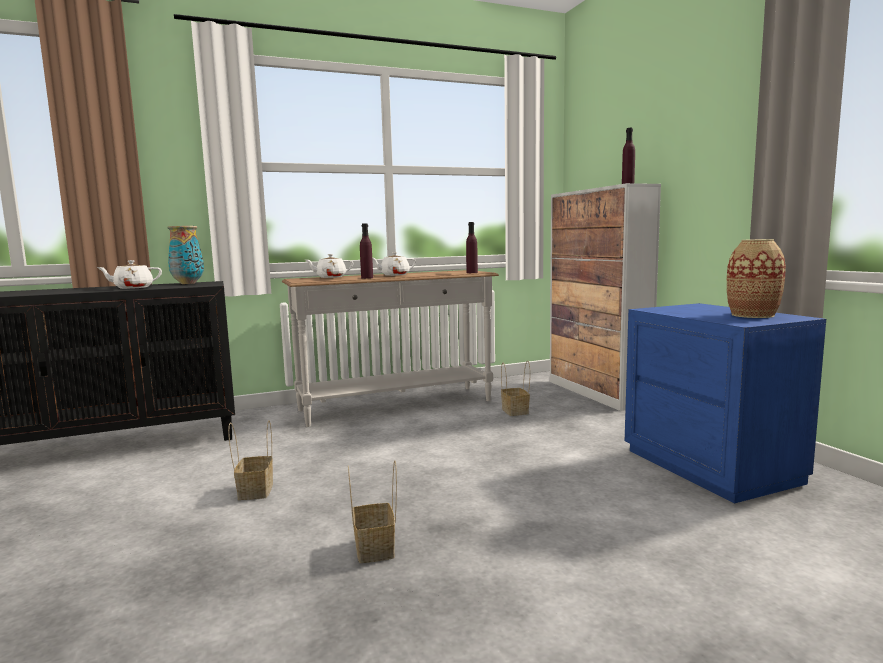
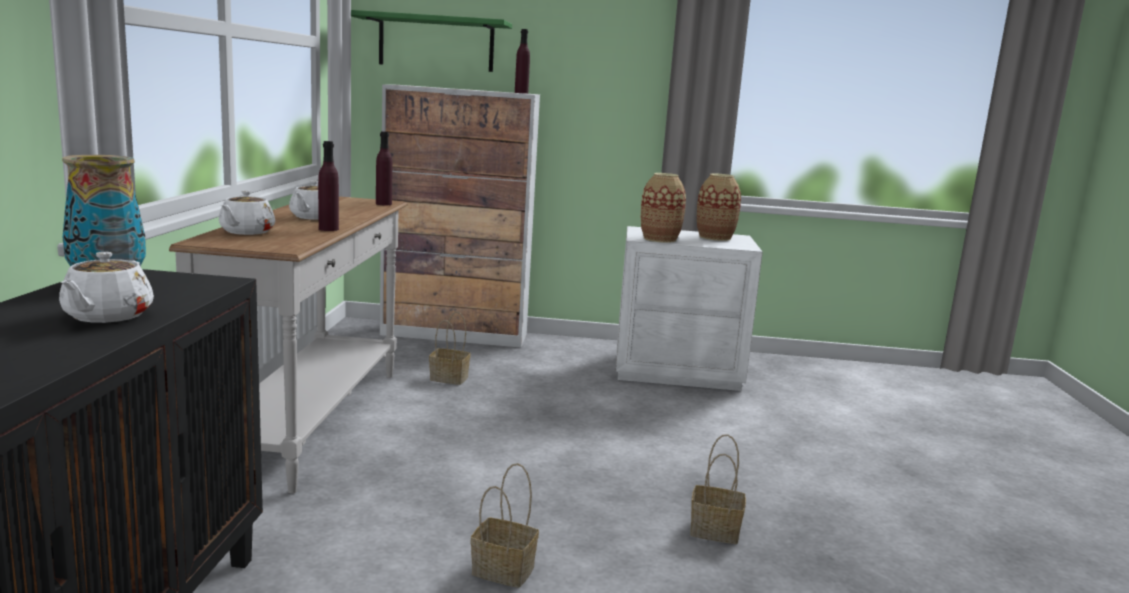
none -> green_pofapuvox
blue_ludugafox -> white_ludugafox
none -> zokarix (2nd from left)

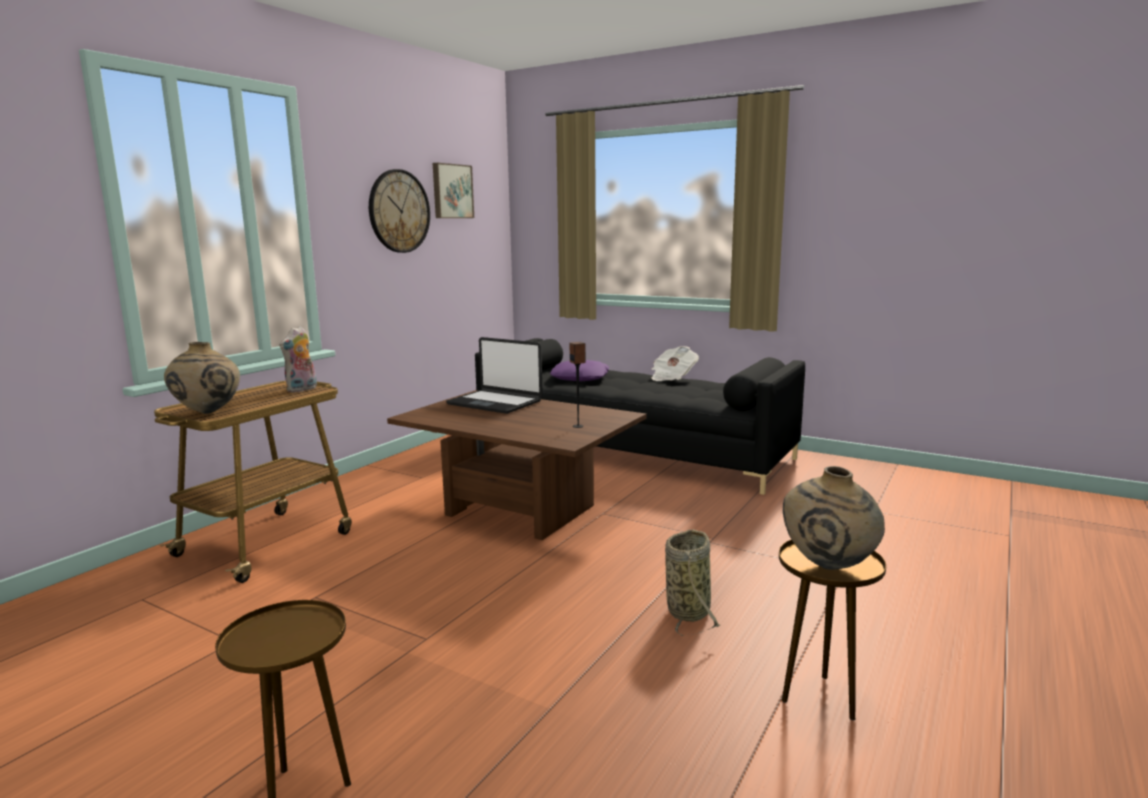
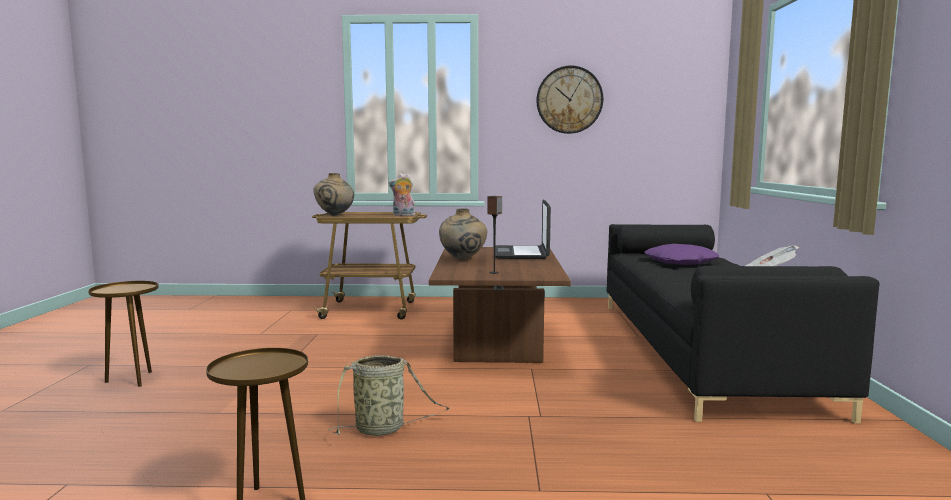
beige_zokarix (2nd from left), move
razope -> none

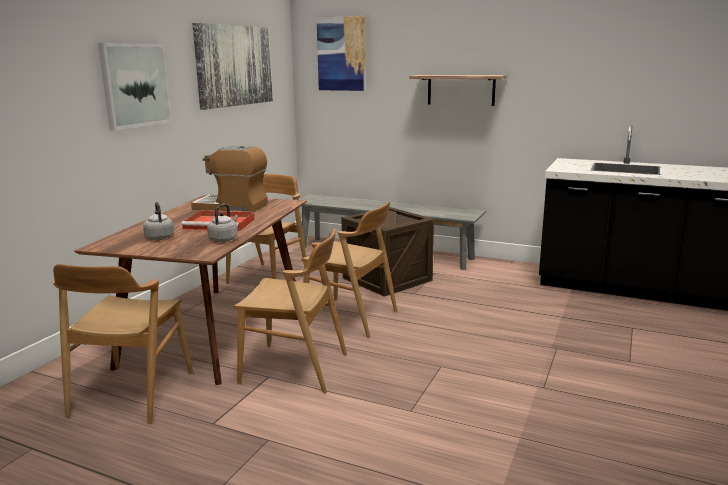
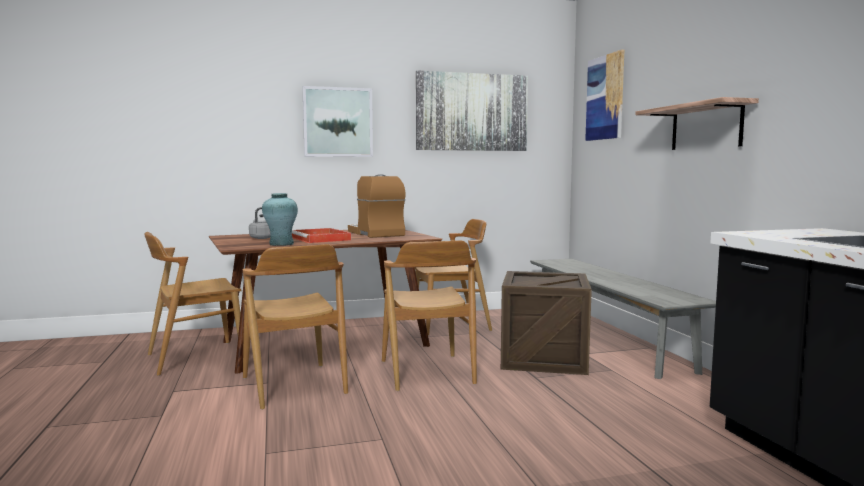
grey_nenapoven (2nd from left) -> turquoise_zokarix

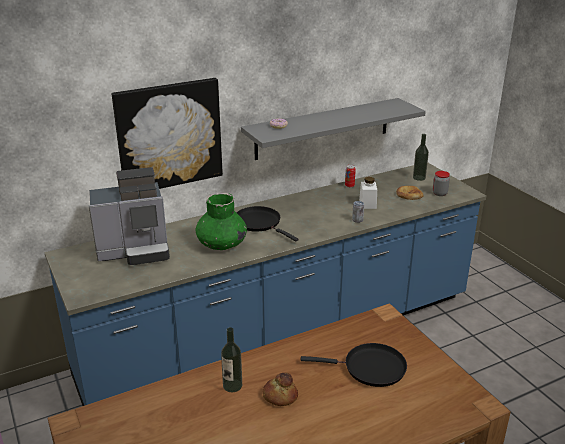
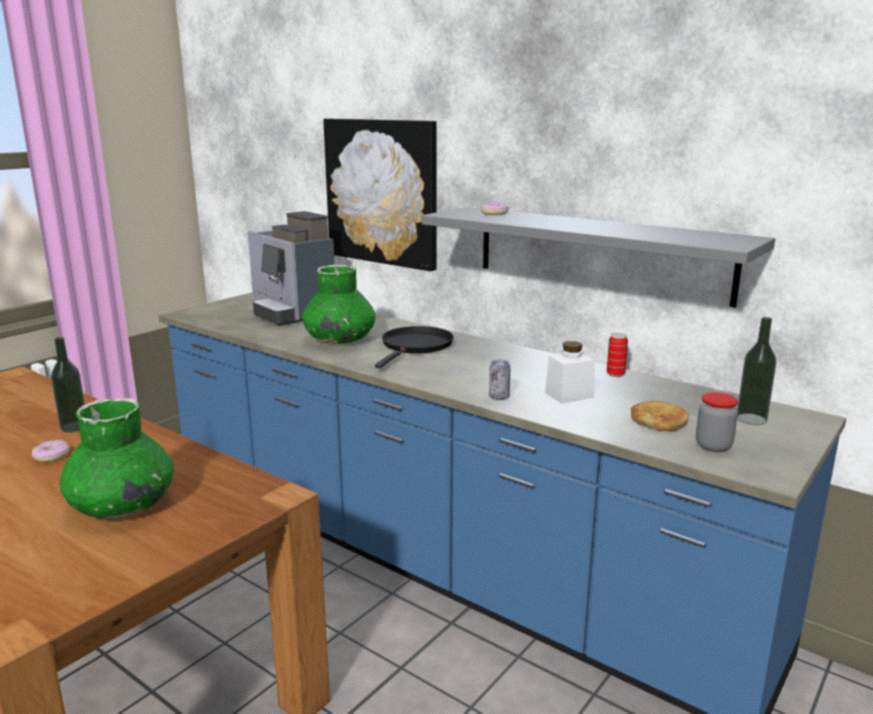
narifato (1st from left) -> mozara (1st from left)
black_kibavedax (2nd from left) -> green_zokarix (1st from left)

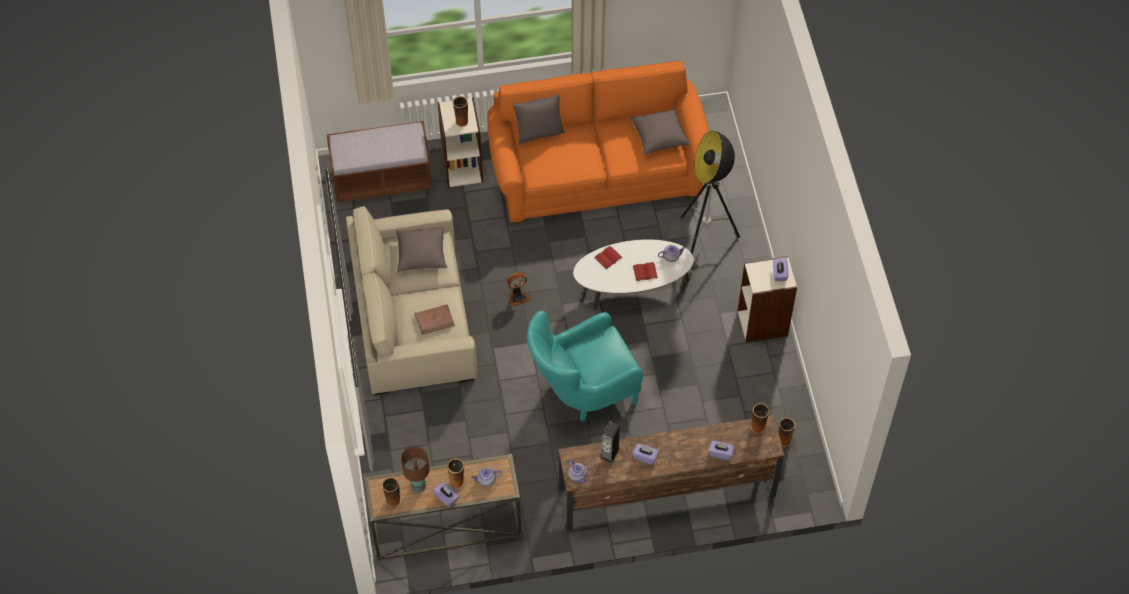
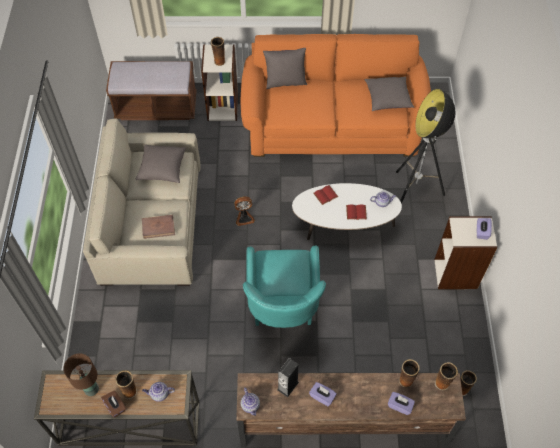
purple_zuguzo (1st from left) -> brown_zuguzo
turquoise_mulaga, 75 degrees counterclockwise
zokarix (1st from left in the first image) -> zokarix (3rd from left), move

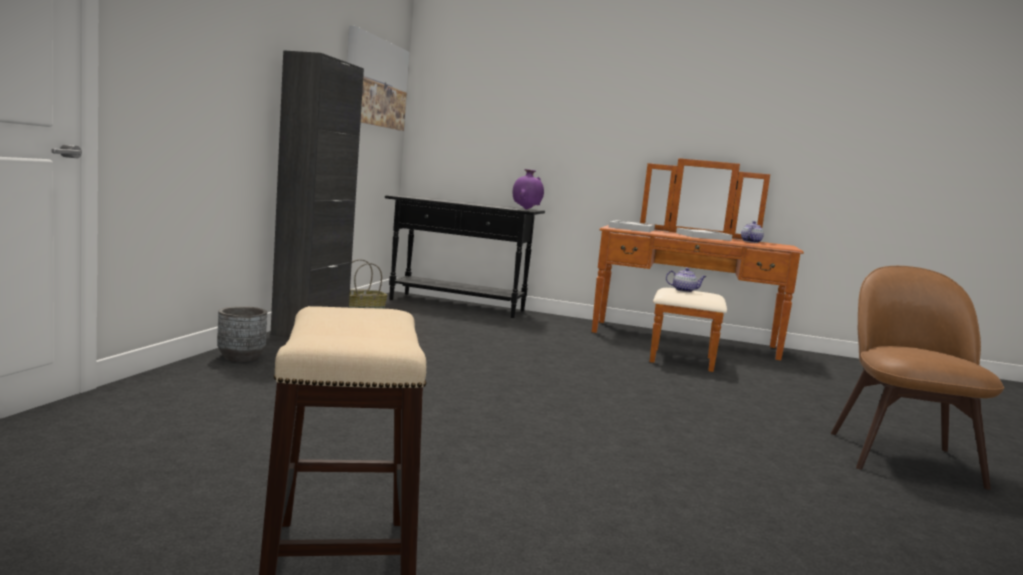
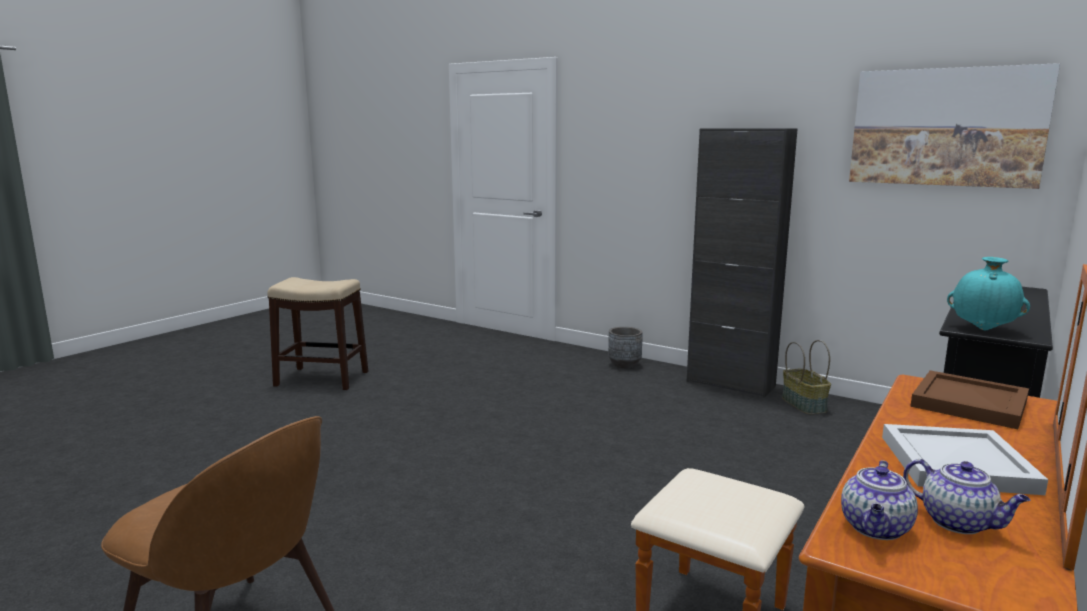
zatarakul (1st from left), move
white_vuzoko (1st from left) -> brown_vuzoko
purple_zokarix -> turquoise_zokarix

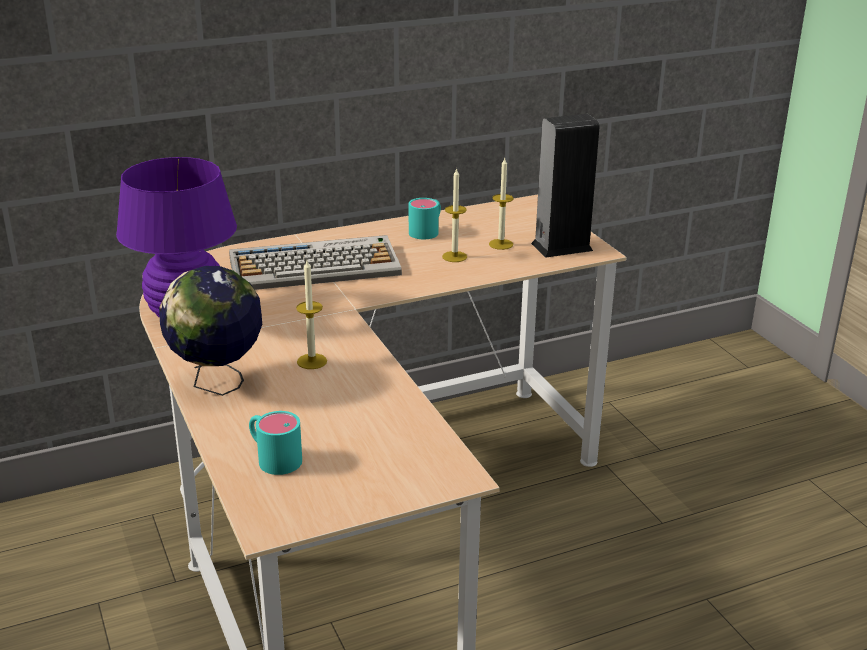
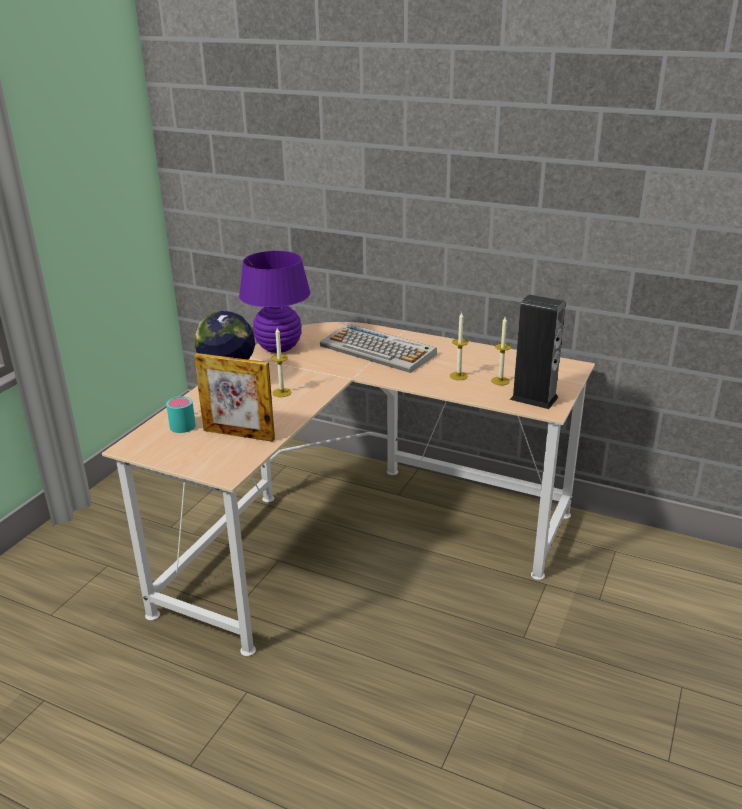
none -> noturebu
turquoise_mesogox (2nd from left) -> none

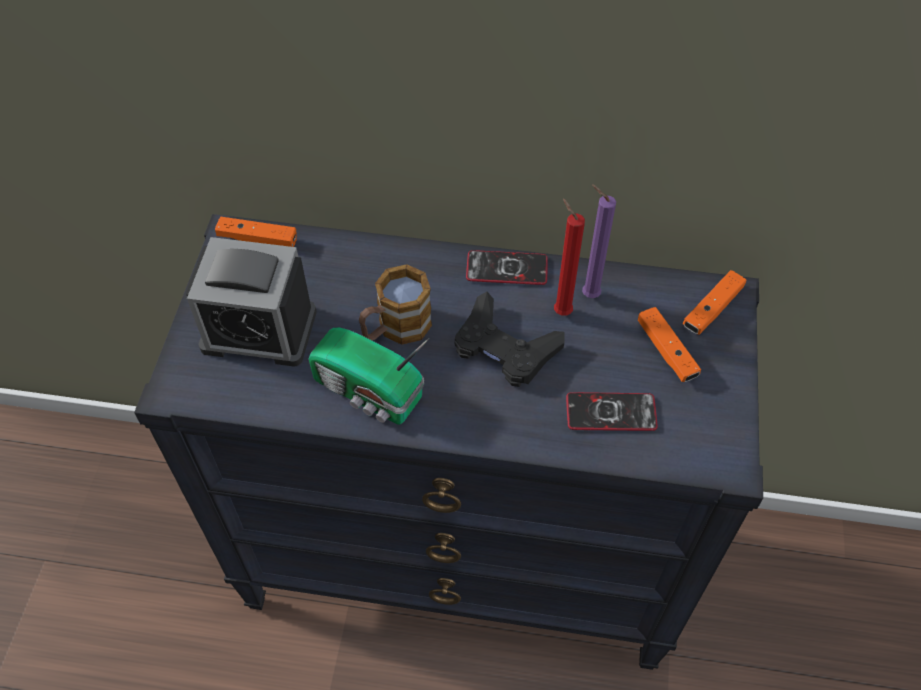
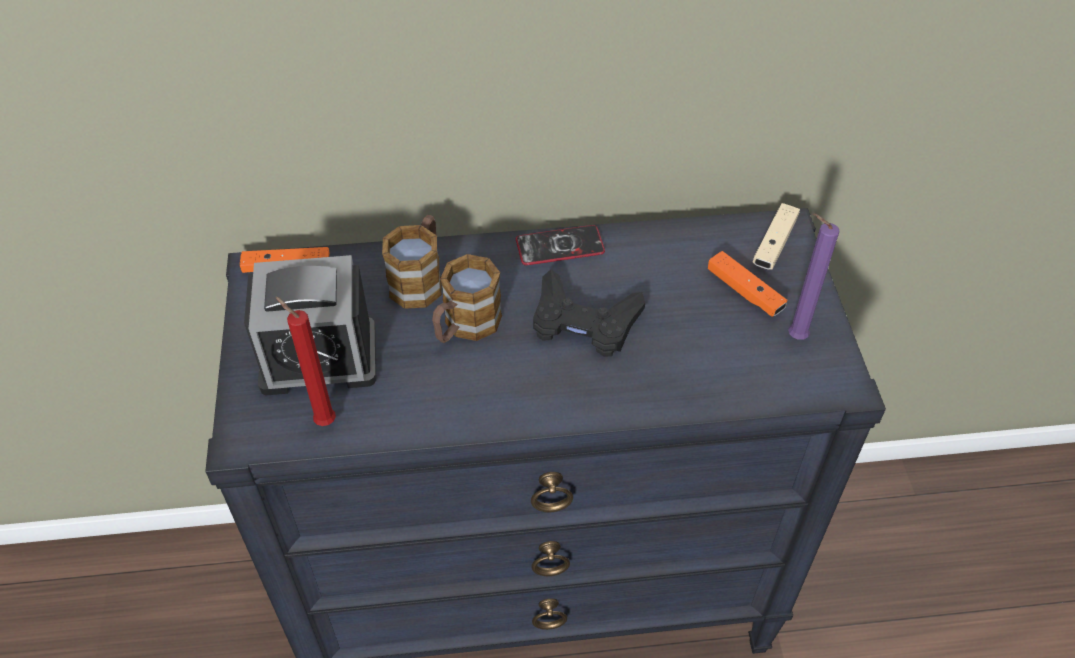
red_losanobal, move
none -> mesogox (1st from left)
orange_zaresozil (3rd from left) -> beige_zaresozil
purple_losanobal, move
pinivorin -> none
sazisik (2nd from left) -> none

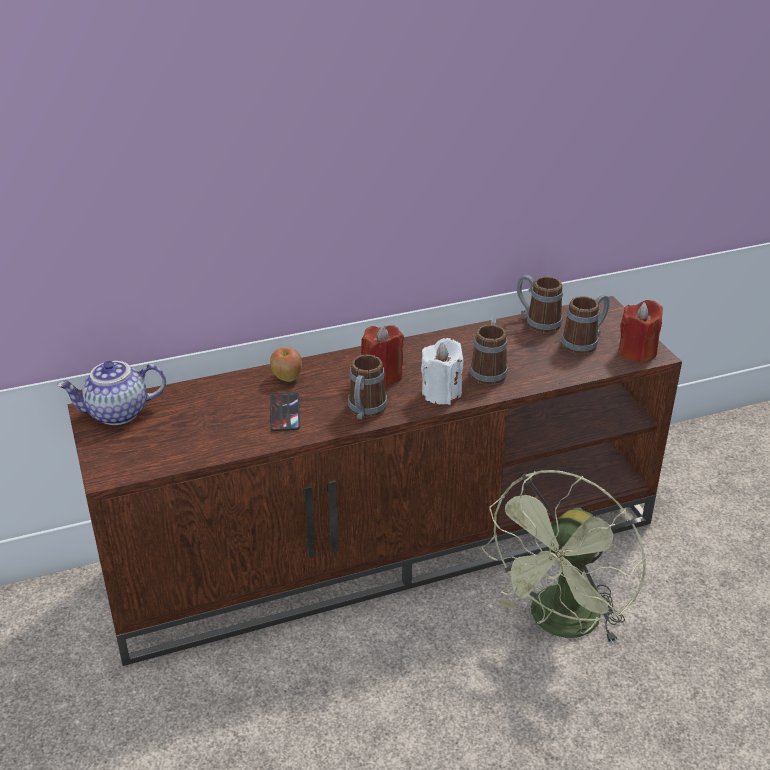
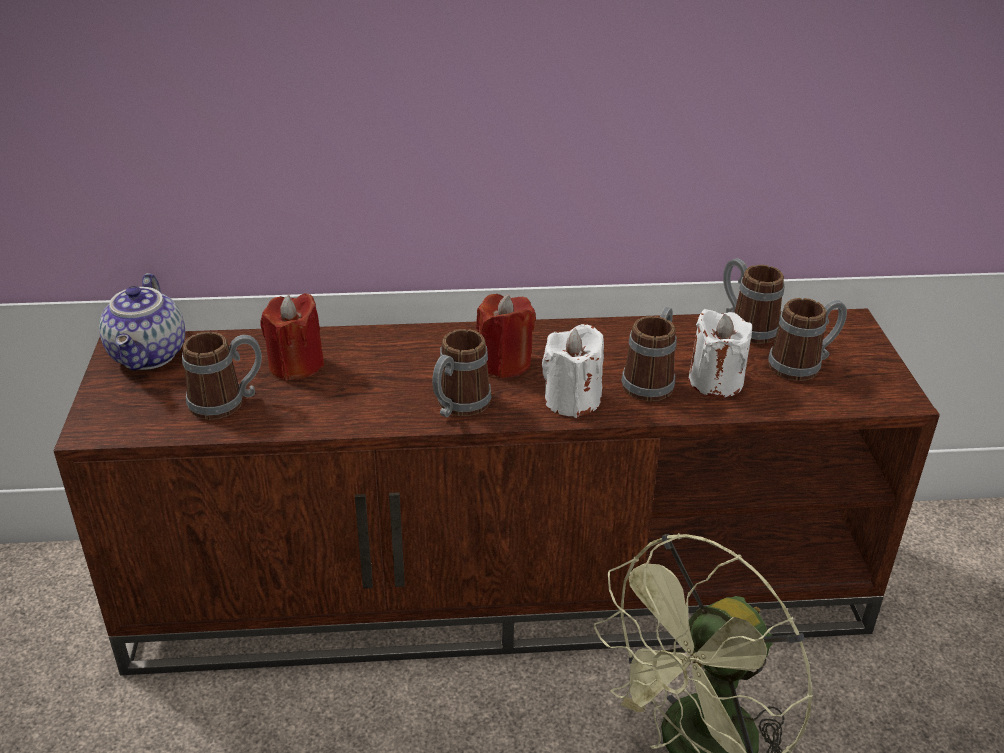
zatarakul, 90 degrees counterclockwise
none -> mesogox (1st from left)
red_losanobal (2nd from left in the first image) -> red_losanobal (1st from left), move
none -> white_losanobal (2nd from left)
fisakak -> none
sazisik -> none

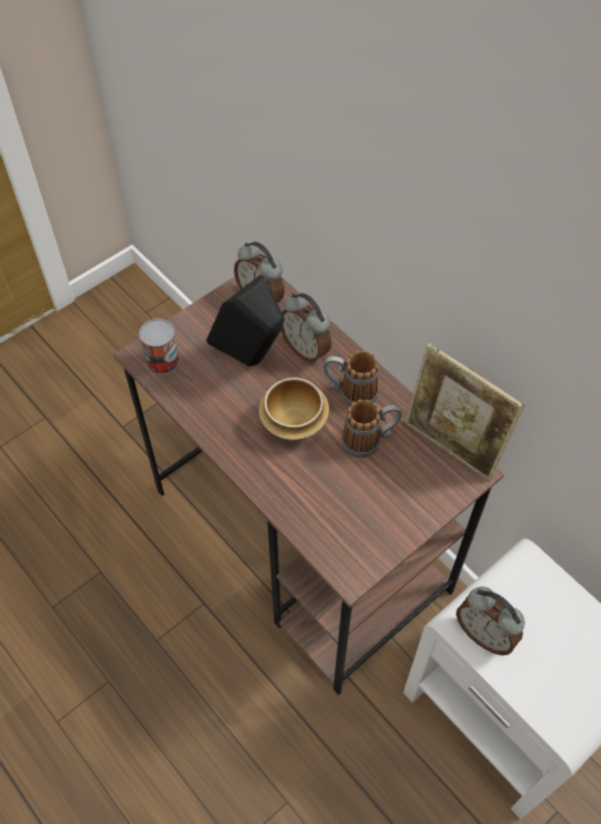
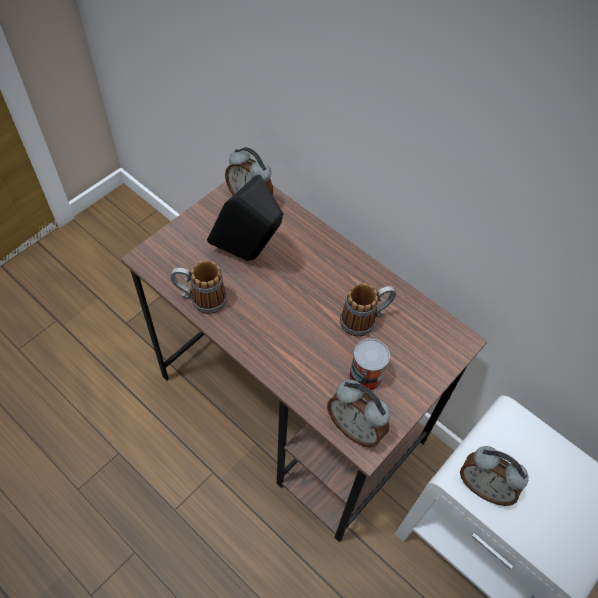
mesogox (1st from left), move
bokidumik (2nd from left), move
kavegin, move
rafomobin -> none
noturebu -> none

